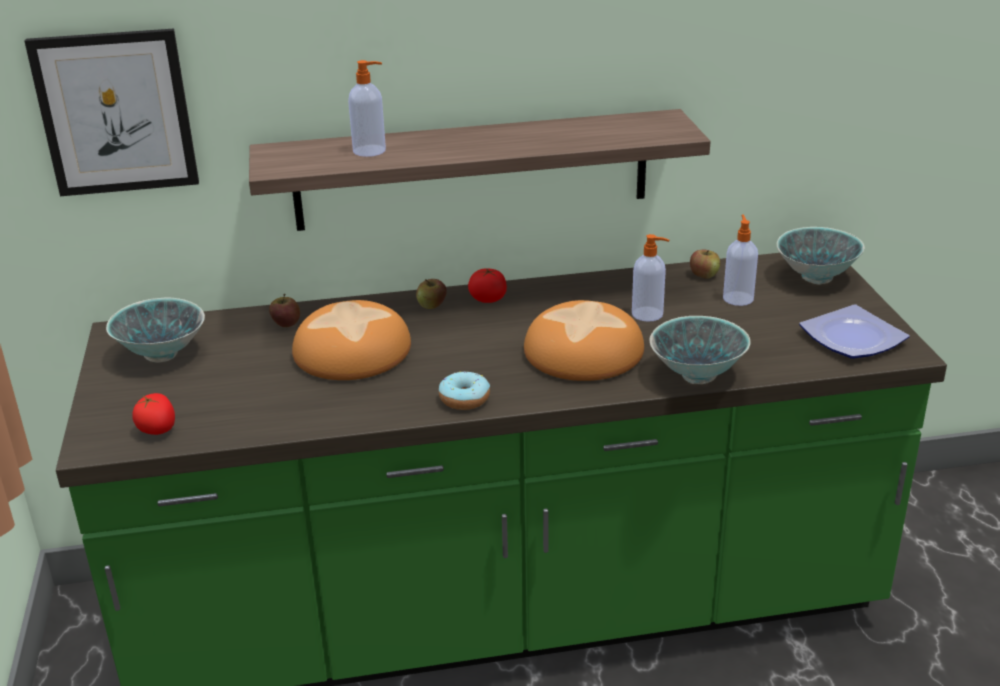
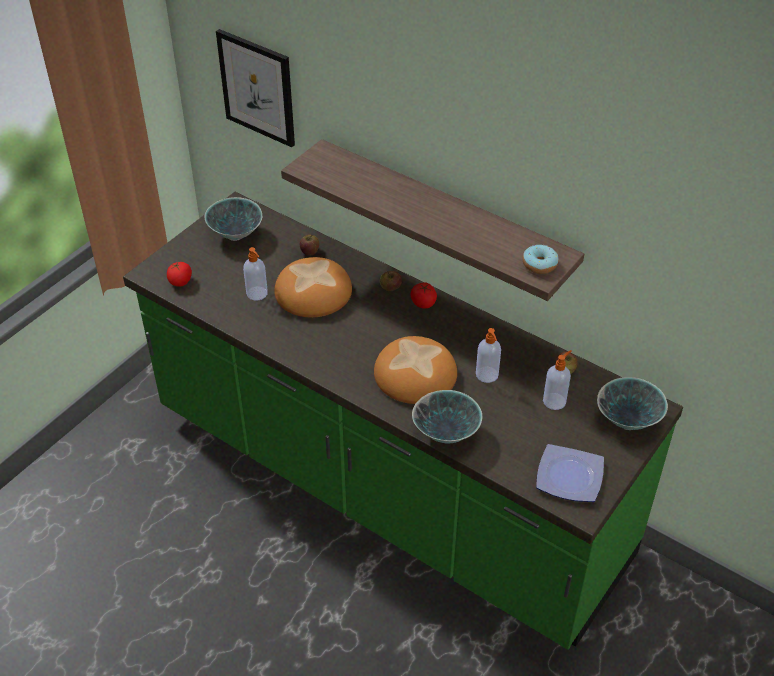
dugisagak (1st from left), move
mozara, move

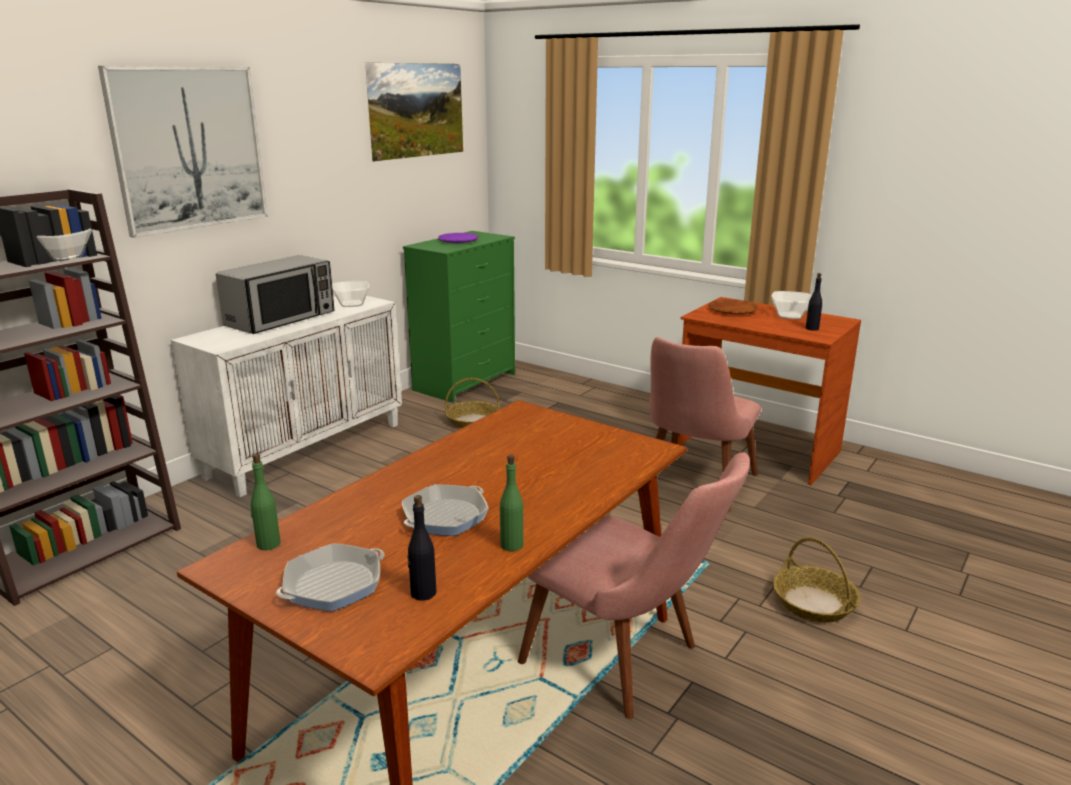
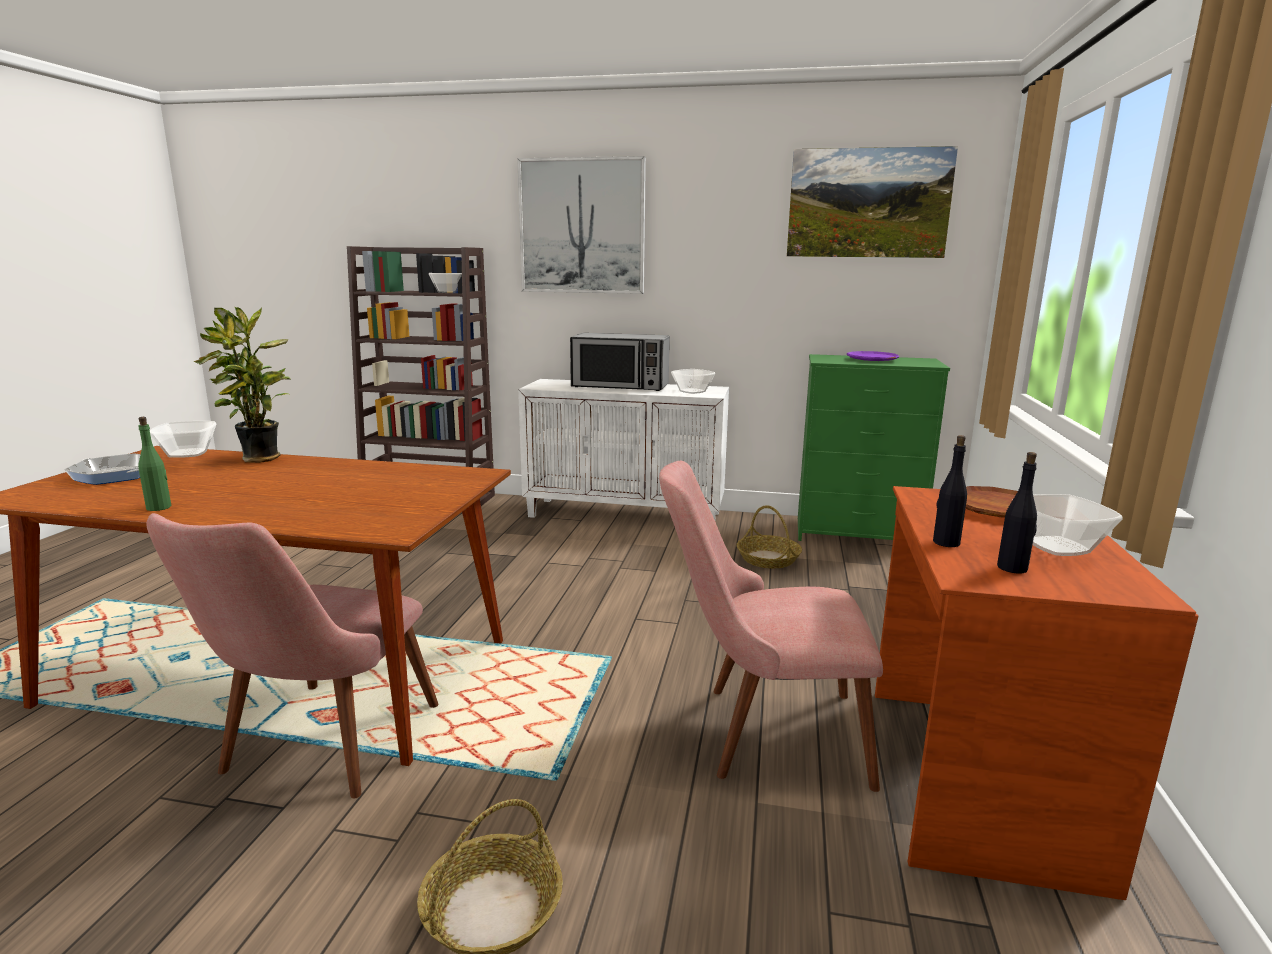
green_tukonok (1st from left) -> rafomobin (1st from left)
none -> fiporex
black_tukonok (1st from left), move
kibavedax (2nd from left) -> none

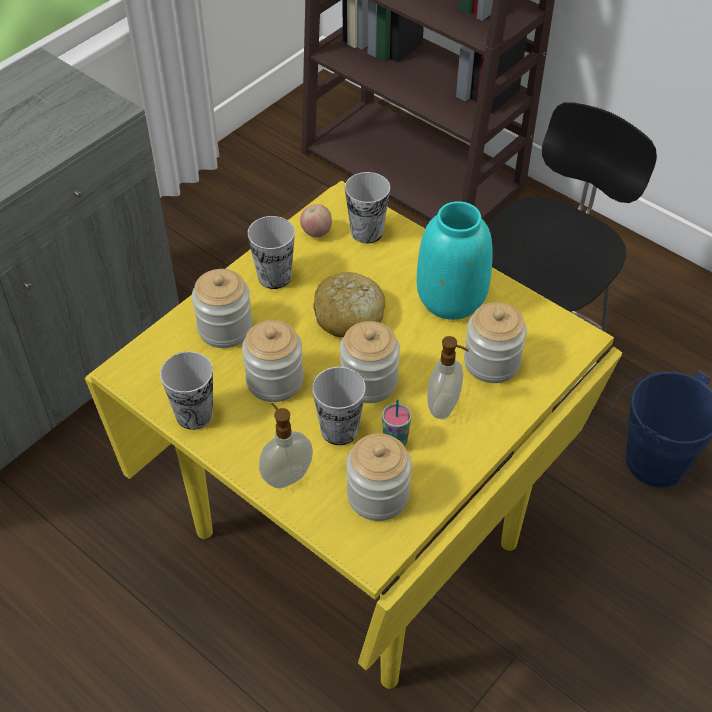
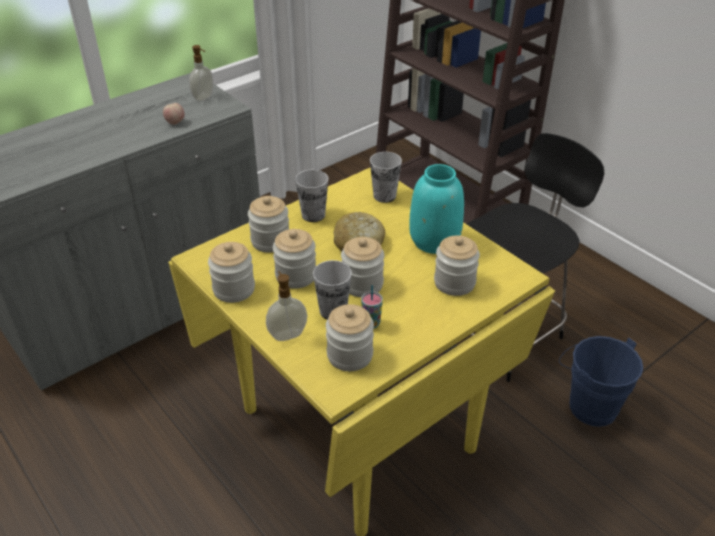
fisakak, move
dugisagak (2nd from left in the first image) -> dugisagak (1st from left), move
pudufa (1st from left) -> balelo (1st from left)

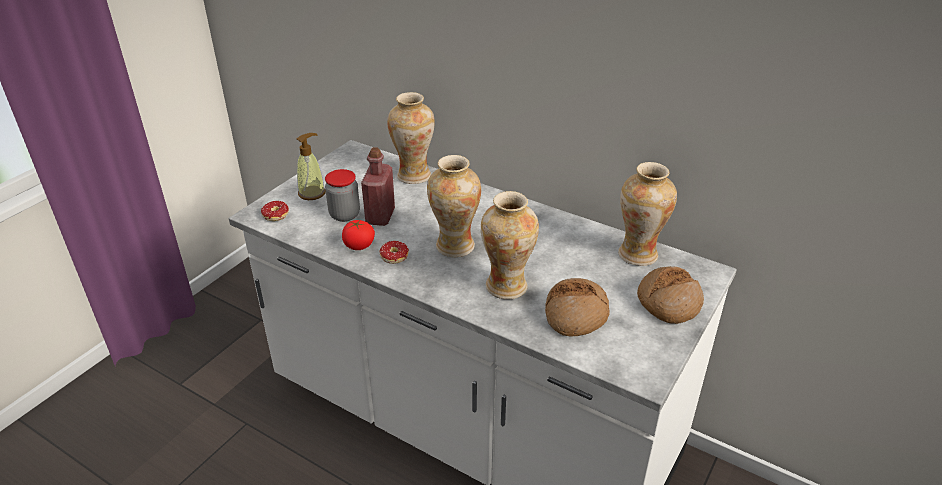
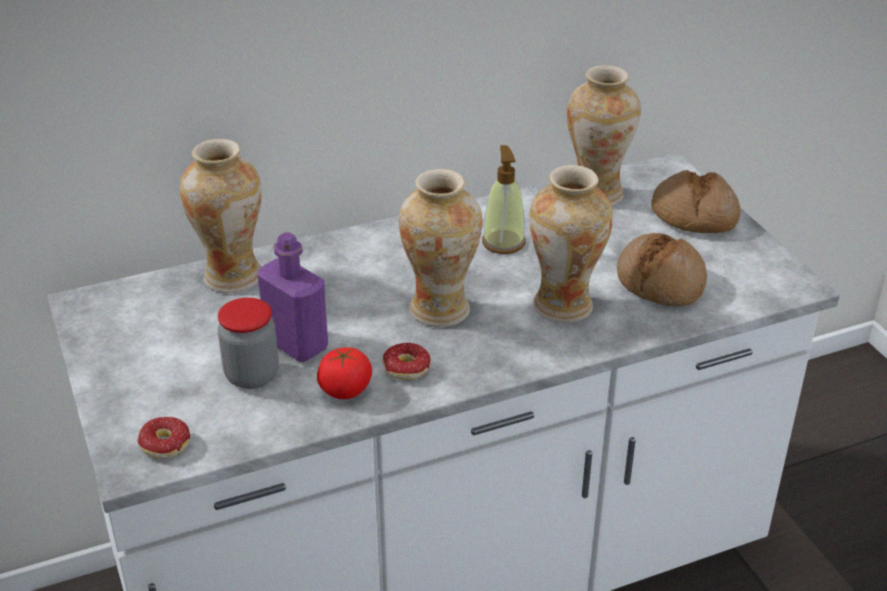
red_tukonok -> purple_tukonok
dugisagak, move

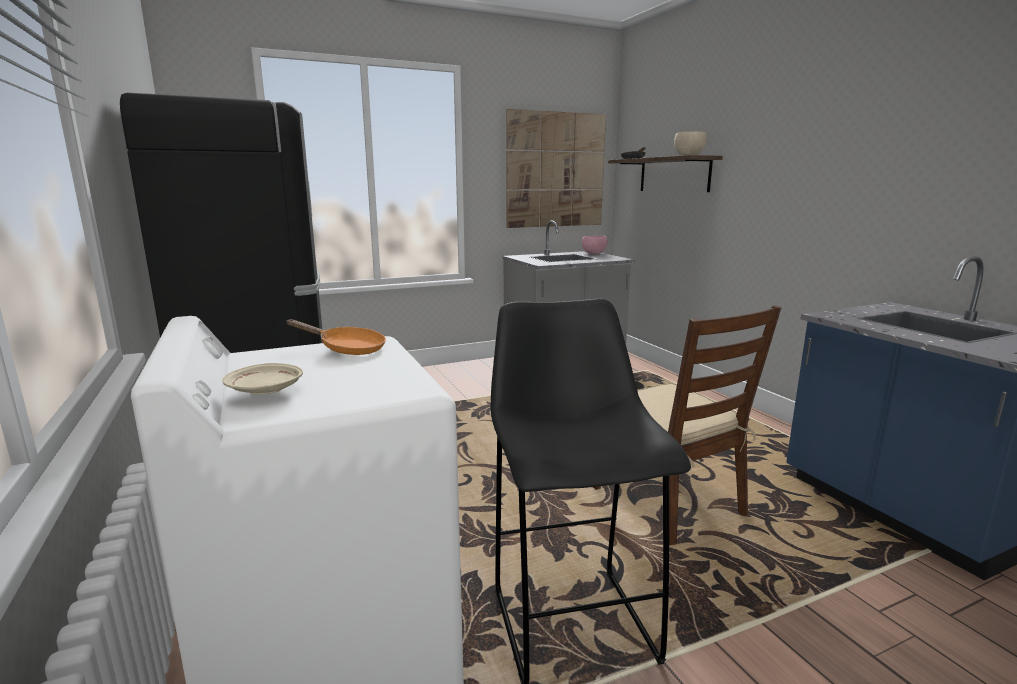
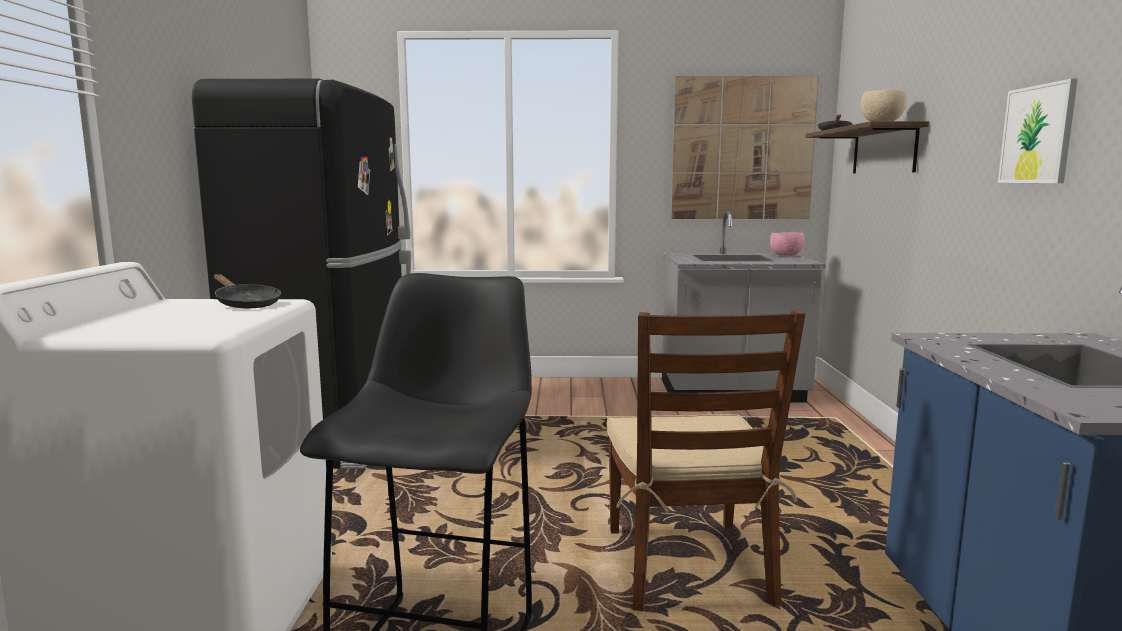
orange_kibavedax -> black_kibavedax (1st from left)
none -> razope (2nd from left)
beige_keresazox -> none

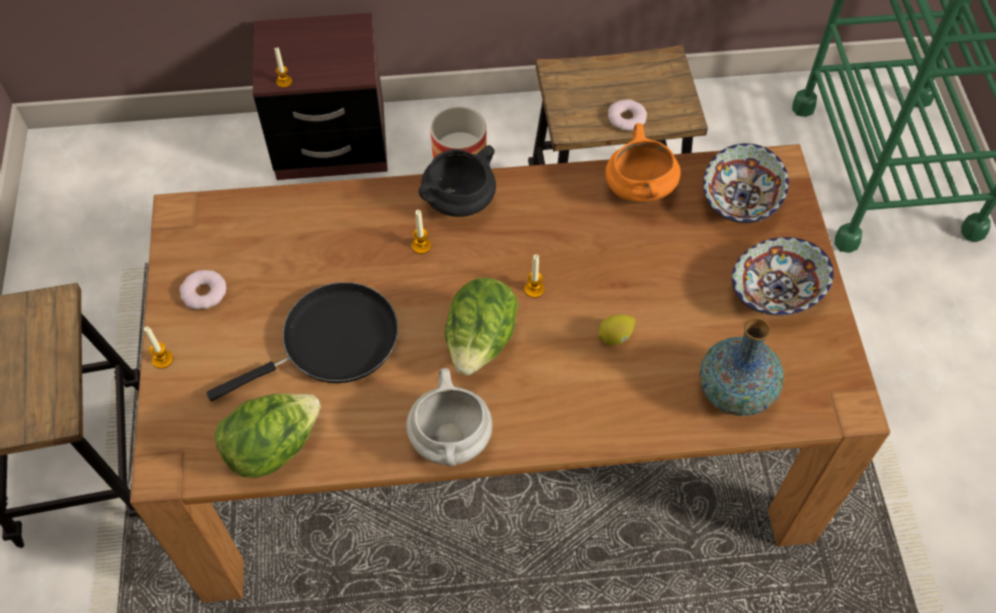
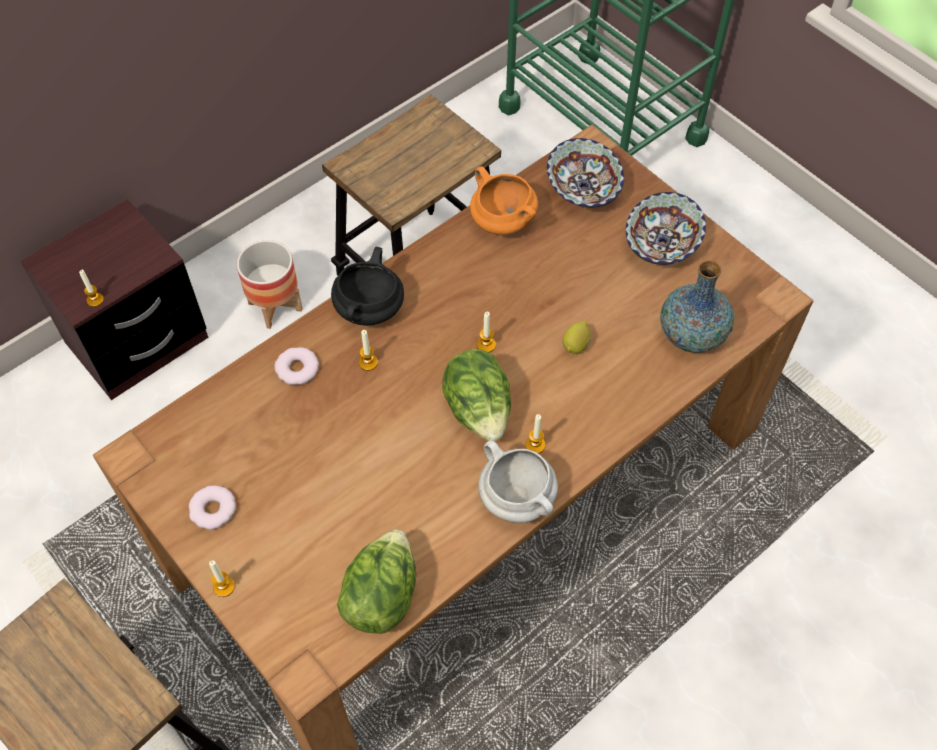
mozara (2nd from left), move
none -> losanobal (5th from left)
black_kibavedax -> none

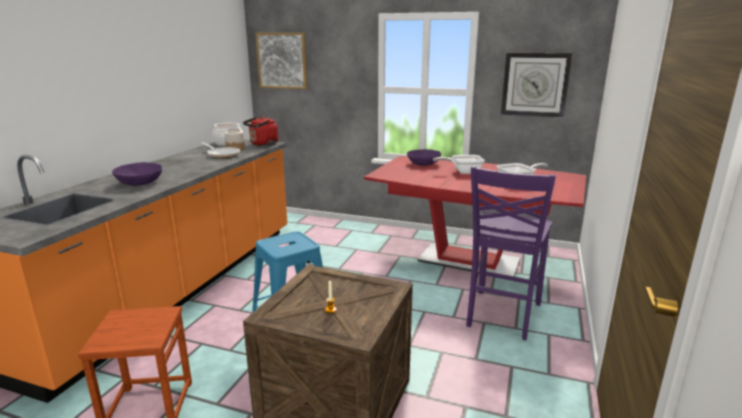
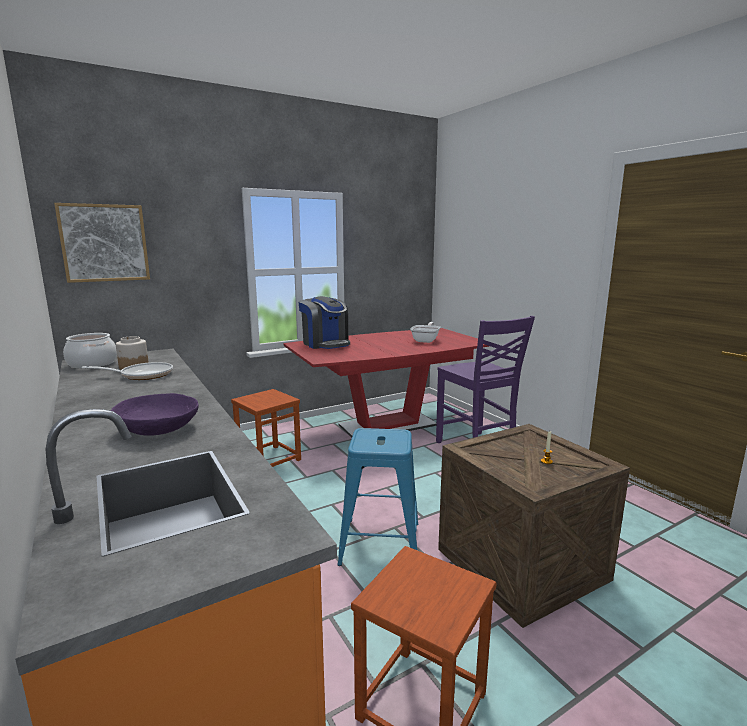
none -> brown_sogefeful (1st from left)
purple_rafomobin (2nd from left) -> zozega
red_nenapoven -> none
kibavedax (2nd from left) -> none
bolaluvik -> none

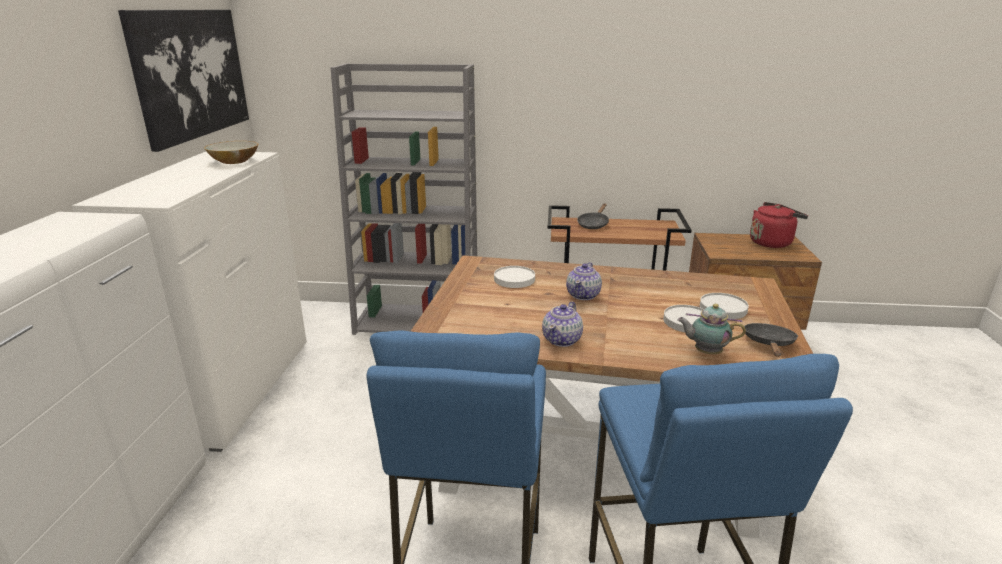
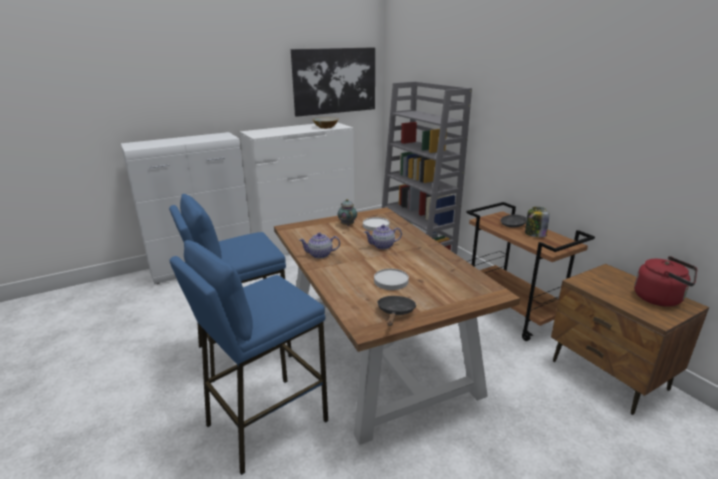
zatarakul (3rd from left in the first image) -> zatarakul (2nd from left), move
black_kibavedax (2nd from left in the first image) -> black_kibavedax (1st from left), 60 degrees counterclockwise
none -> balelo
white_keresazox (3rd from left) -> none

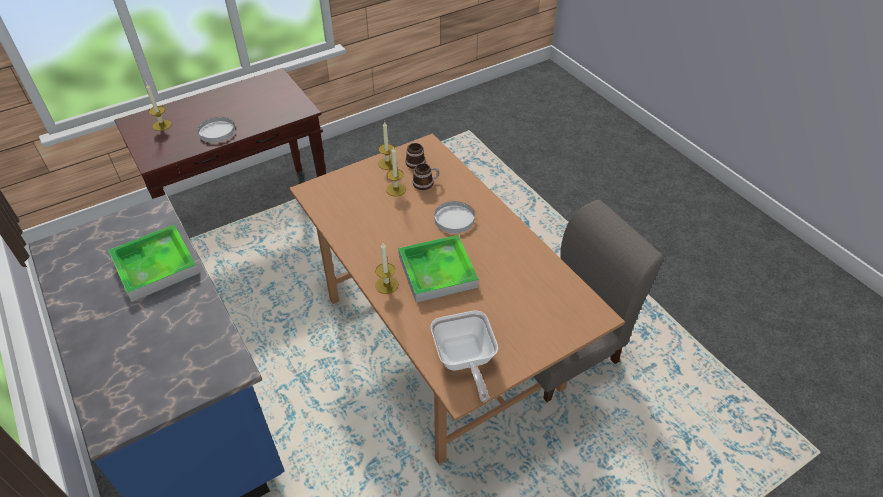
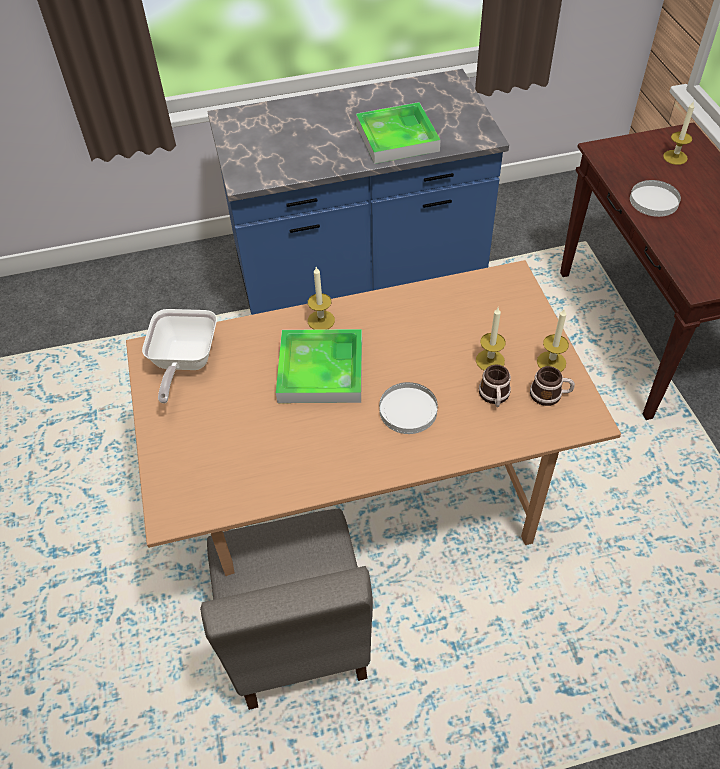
kibavedax, 90 degrees counterclockwise

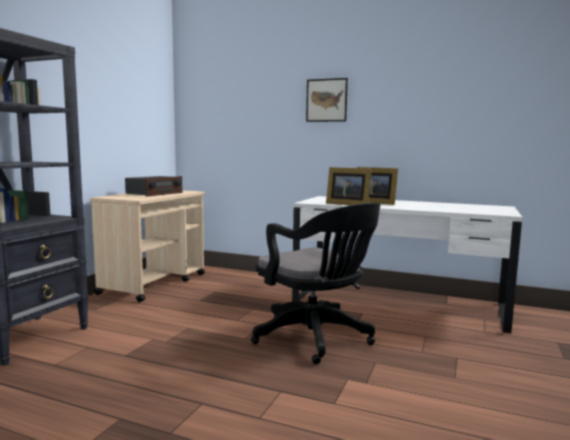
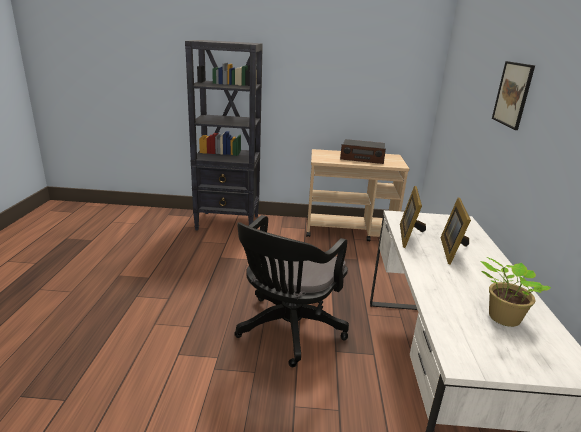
none -> fiporex

